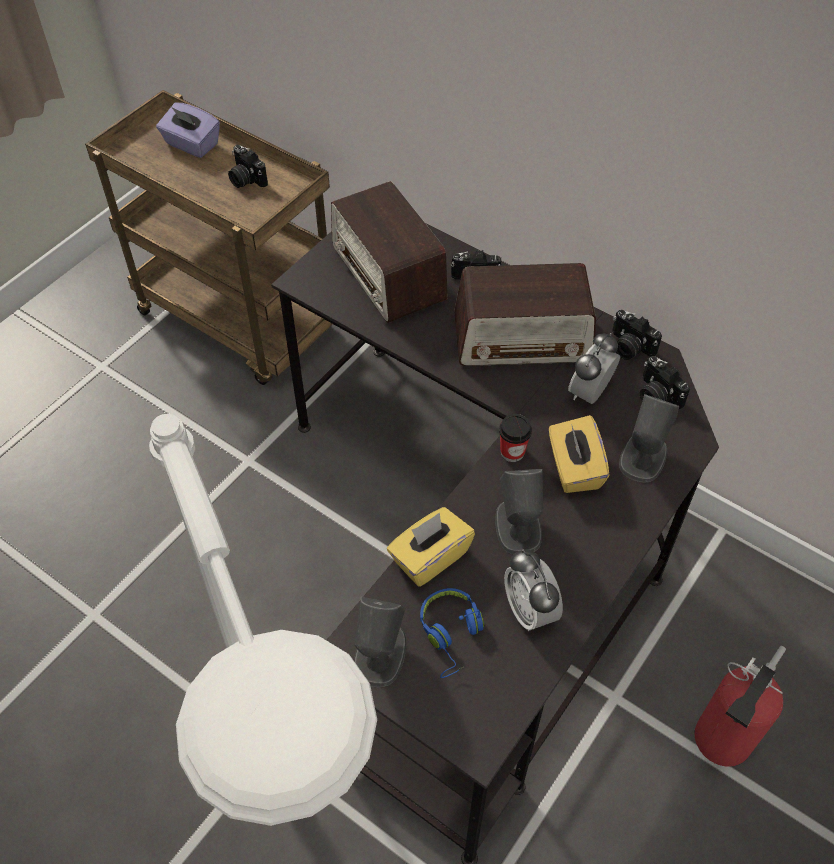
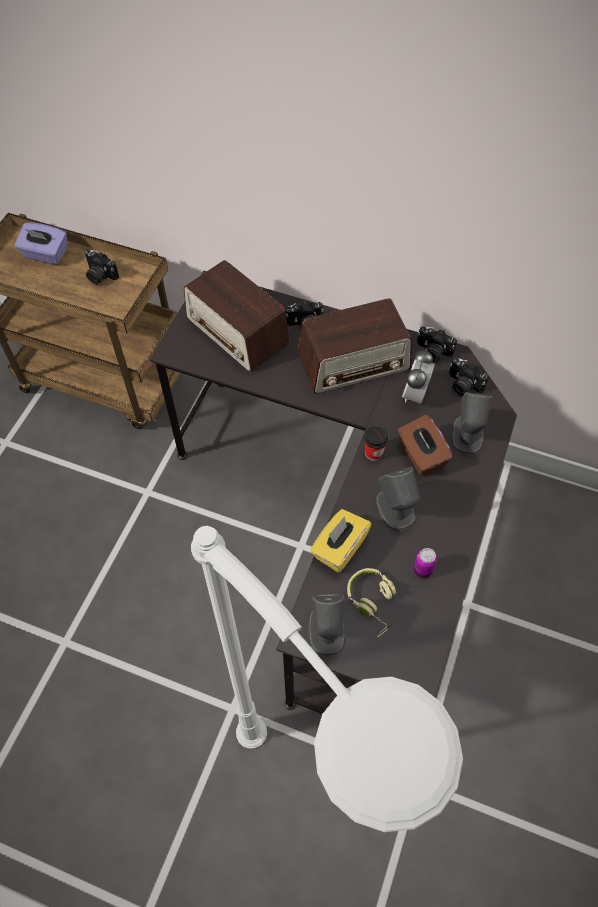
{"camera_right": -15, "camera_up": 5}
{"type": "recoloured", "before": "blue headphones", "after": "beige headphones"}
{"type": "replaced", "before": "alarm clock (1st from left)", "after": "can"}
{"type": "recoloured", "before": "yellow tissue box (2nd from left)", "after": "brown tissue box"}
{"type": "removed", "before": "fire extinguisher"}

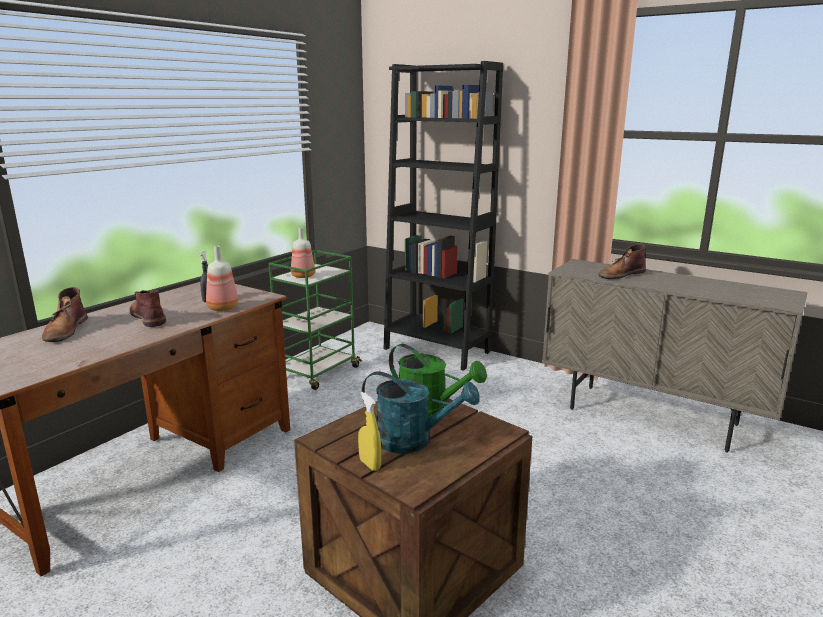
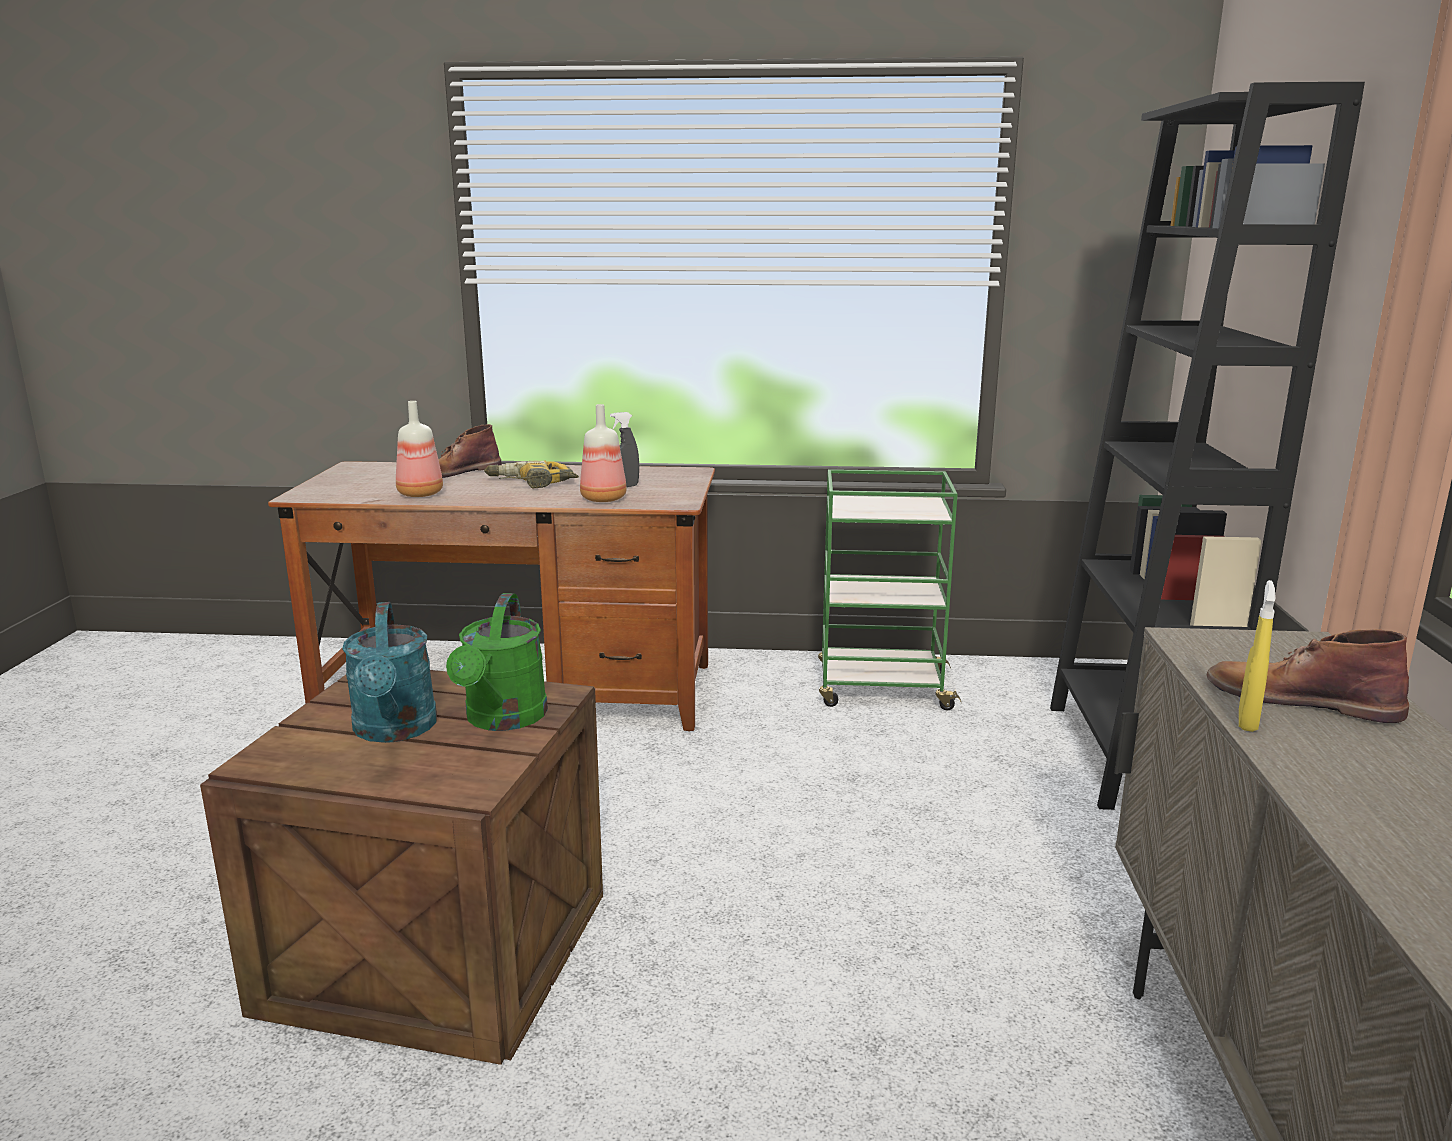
{"camera_right": 60, "camera_up": 0}
{"type": "replaced", "before": "brown boot (2nd from left)", "after": "power drill"}
{"type": "moved", "before": "bottle (2nd from left in the first image)", "after": "bottle (1st from left)"}
{"type": "moved", "before": "yellow spray bottle"}

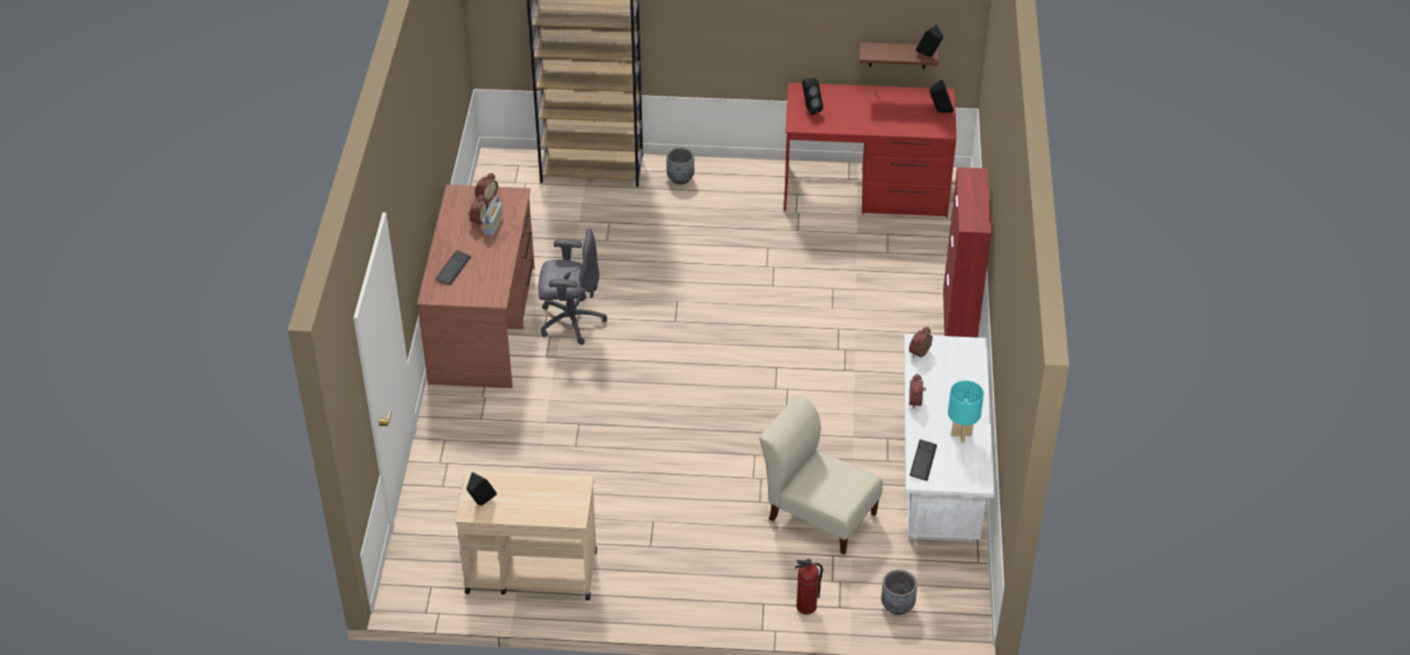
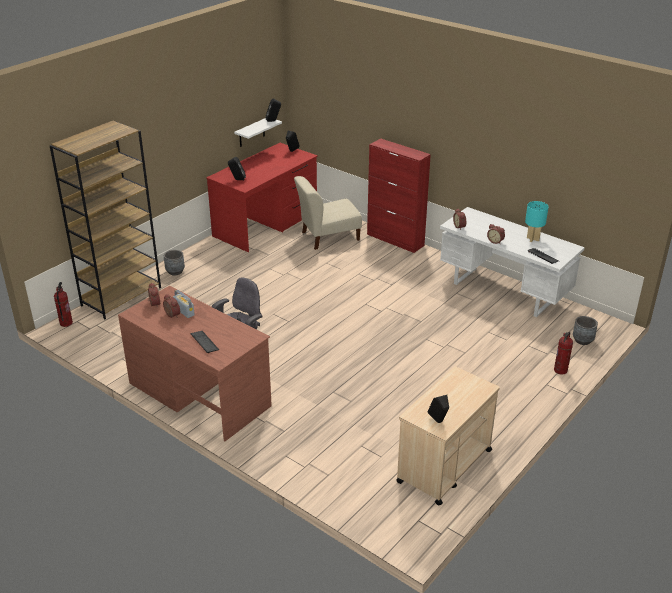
{"camera_right": -55, "camera_up": -10}
{"type": "moved", "before": "beige chair"}
{"type": "recoloured", "before": "brown shelf", "after": "white shelf"}
{"type": "added", "after": "fire extinguisher (1st from left)"}

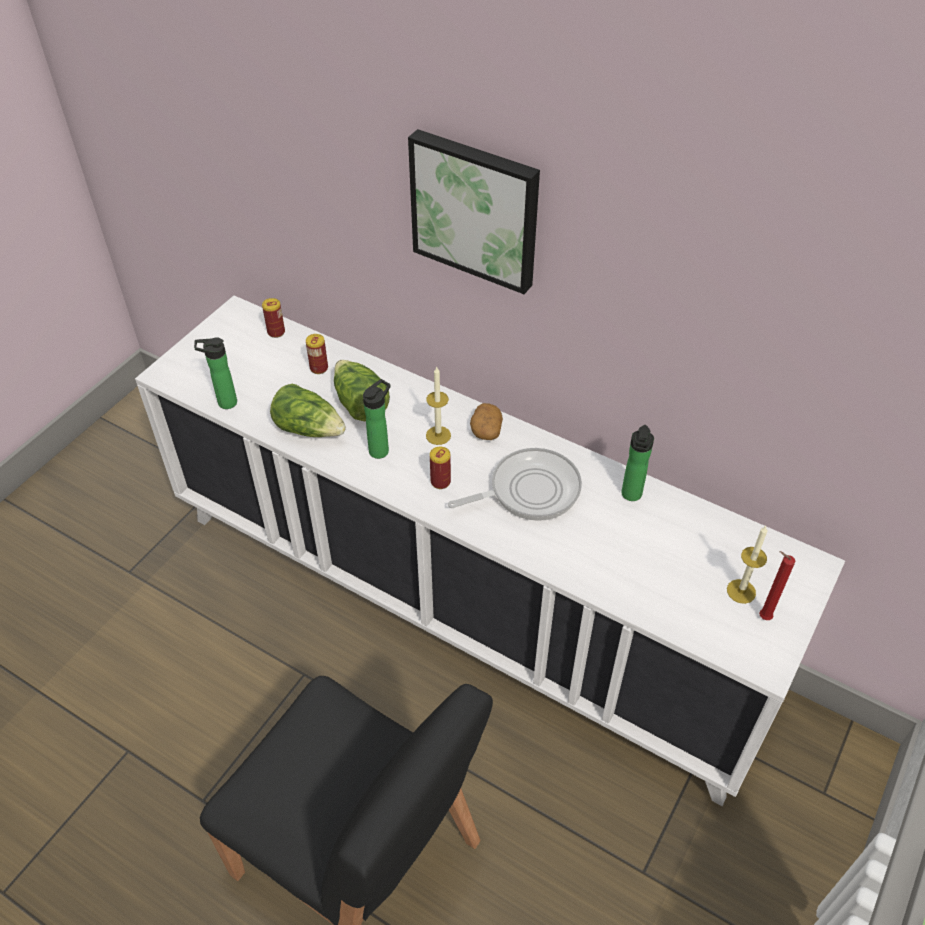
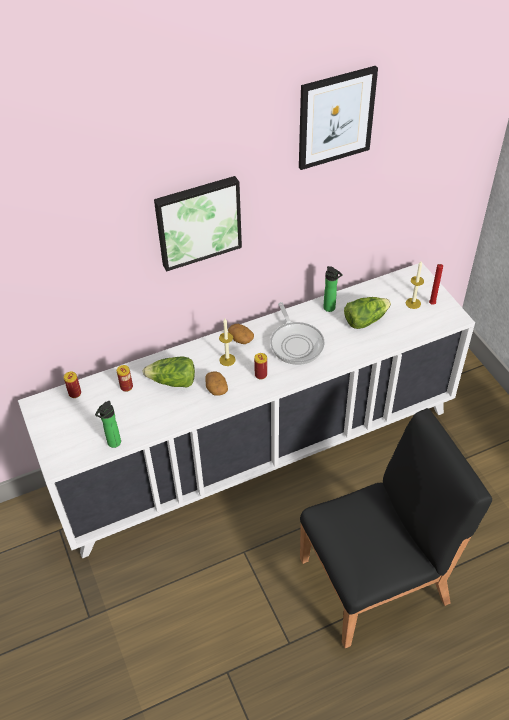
{"camera_right": -55, "camera_up": 0}
{"type": "moved", "before": "lettuce (1st from left in the first image)", "after": "lettuce (2nd from left)"}
{"type": "replaced", "before": "bottle (2nd from left)", "after": "potato (1st from left)"}
{"type": "turned", "before": "frying pan", "turn": 150}
{"type": "added", "after": "picture (2nd from left)"}

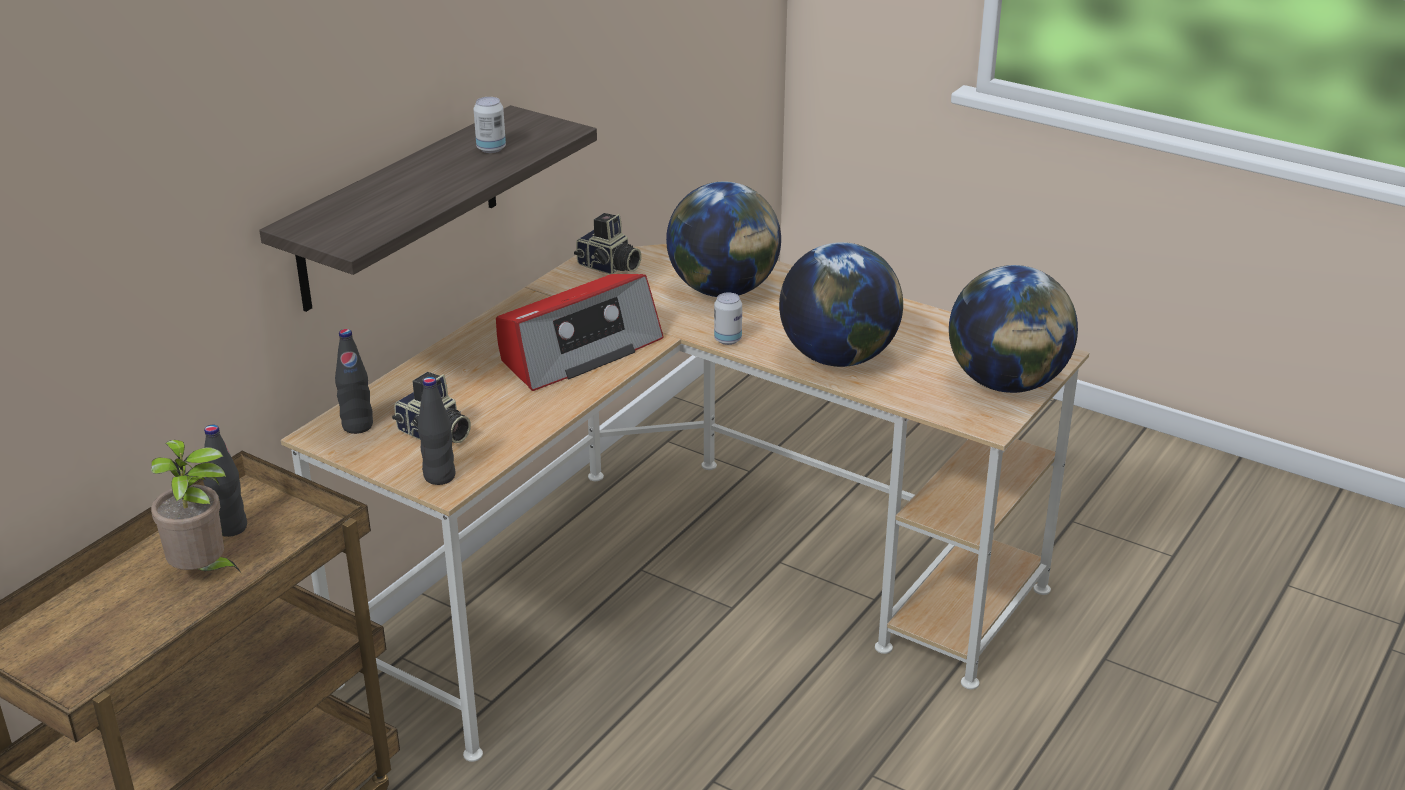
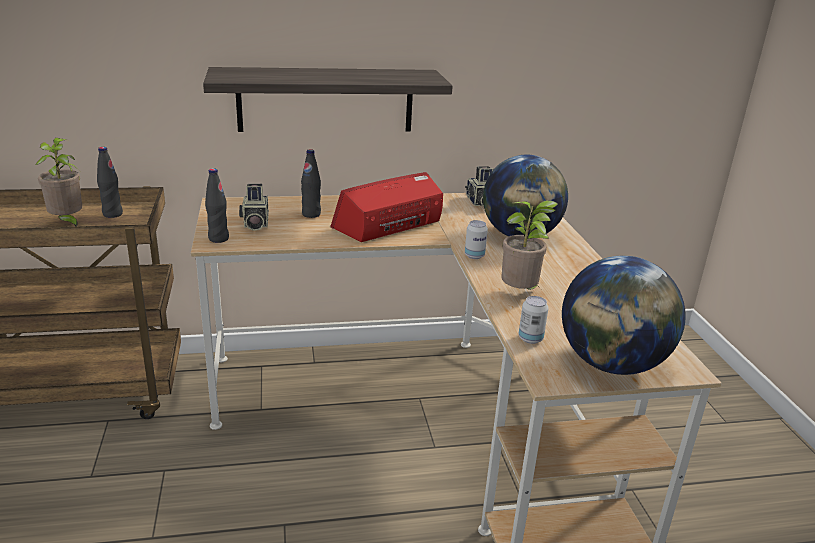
{"camera_right": 45, "camera_up": -5}
{"type": "moved", "before": "black bottle (2nd from left in the first image)", "after": "black bottle (3rd from left)"}
{"type": "moved", "before": "can (1st from left in the first image)", "after": "can (2nd from left)"}
{"type": "turned", "before": "radio", "turn": 135}
{"type": "replaced", "before": "globe (2nd from left)", "after": "potted plant (2nd from left)"}

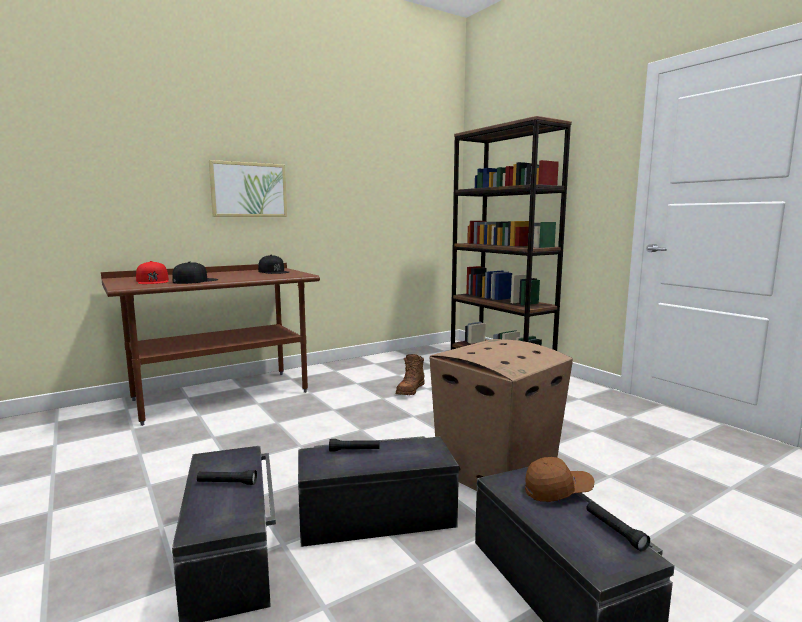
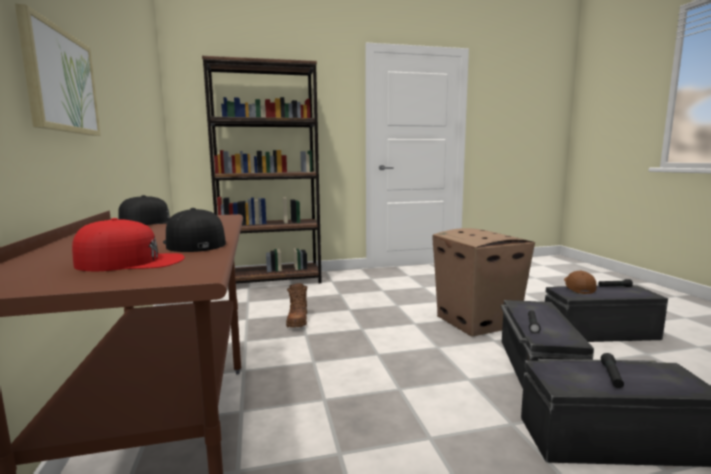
{"camera_right": -70, "camera_up": 0}
{"type": "turned", "before": "brown boot", "turn": 45}

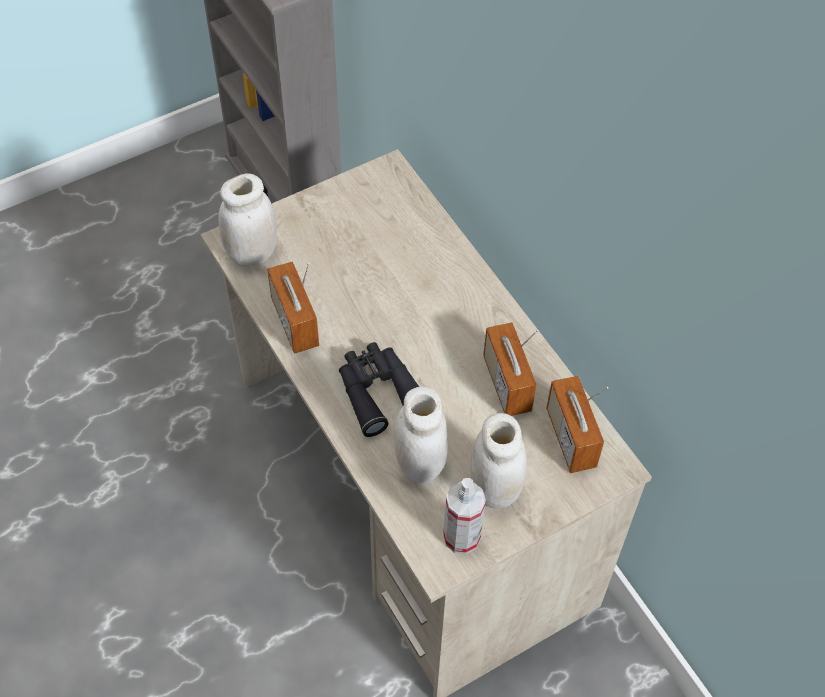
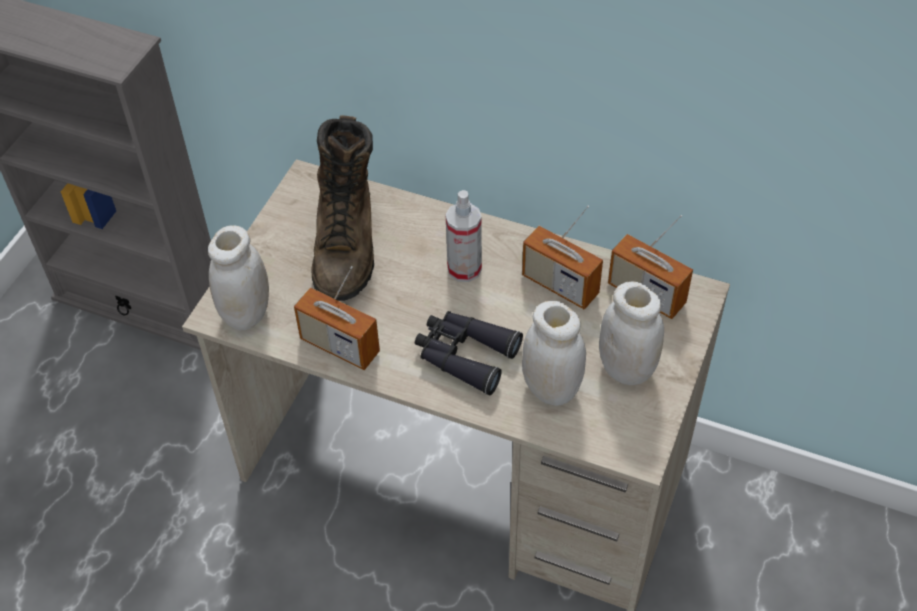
{"camera_right": -35, "camera_up": -5}
{"type": "moved", "before": "spray bottle"}
{"type": "added", "after": "brown boot"}

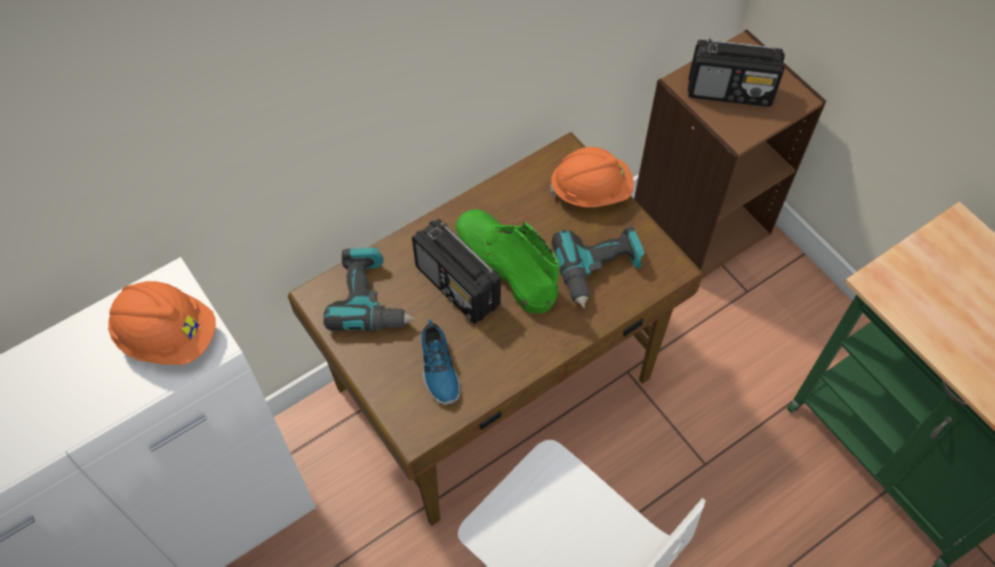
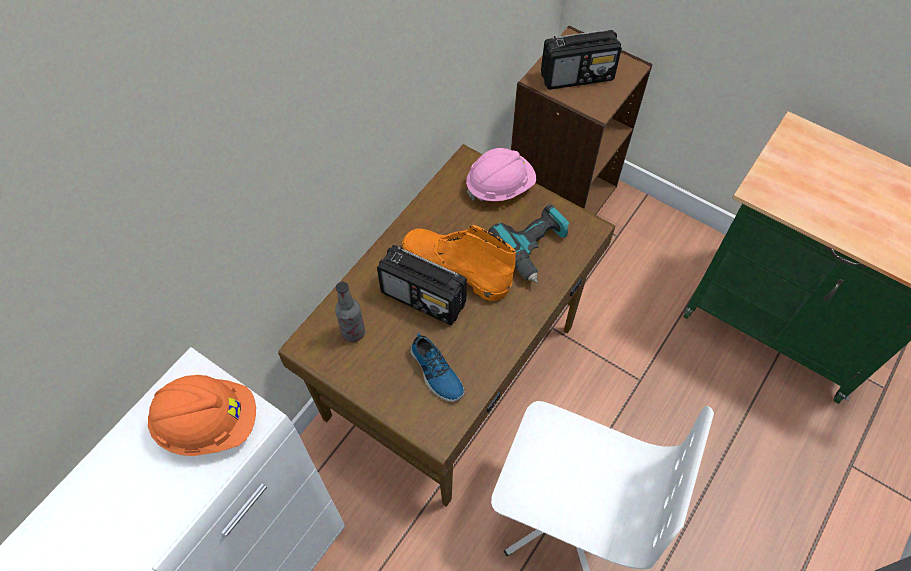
{"camera_right": -20, "camera_up": 0}
{"type": "replaced", "before": "power drill (1st from left)", "after": "bottle"}
{"type": "recoloured", "before": "green boot", "after": "orange boot"}
{"type": "recoloured", "before": "orange hard hat (2nd from left)", "after": "pink hard hat"}

